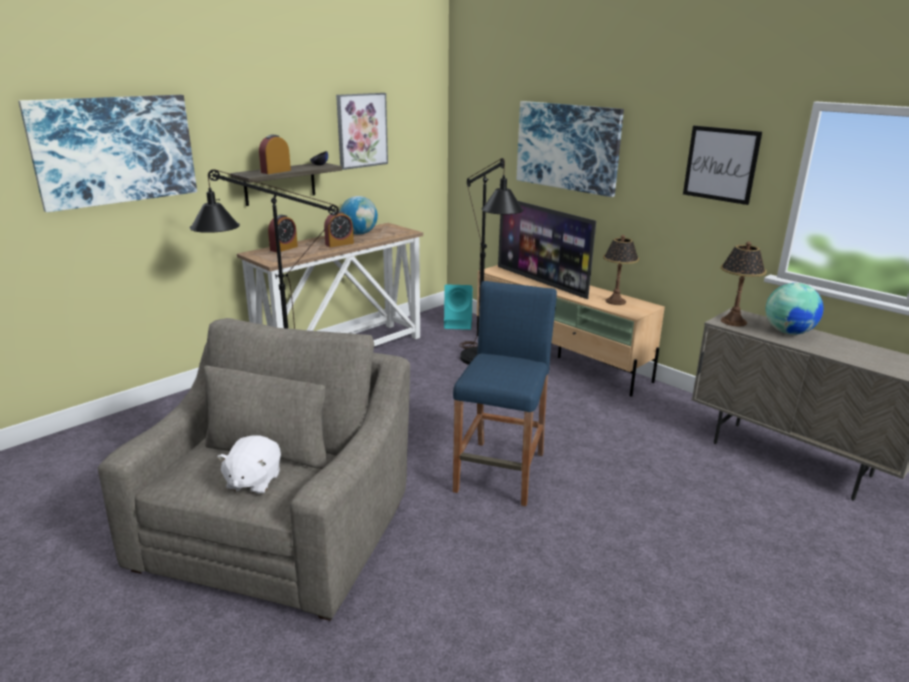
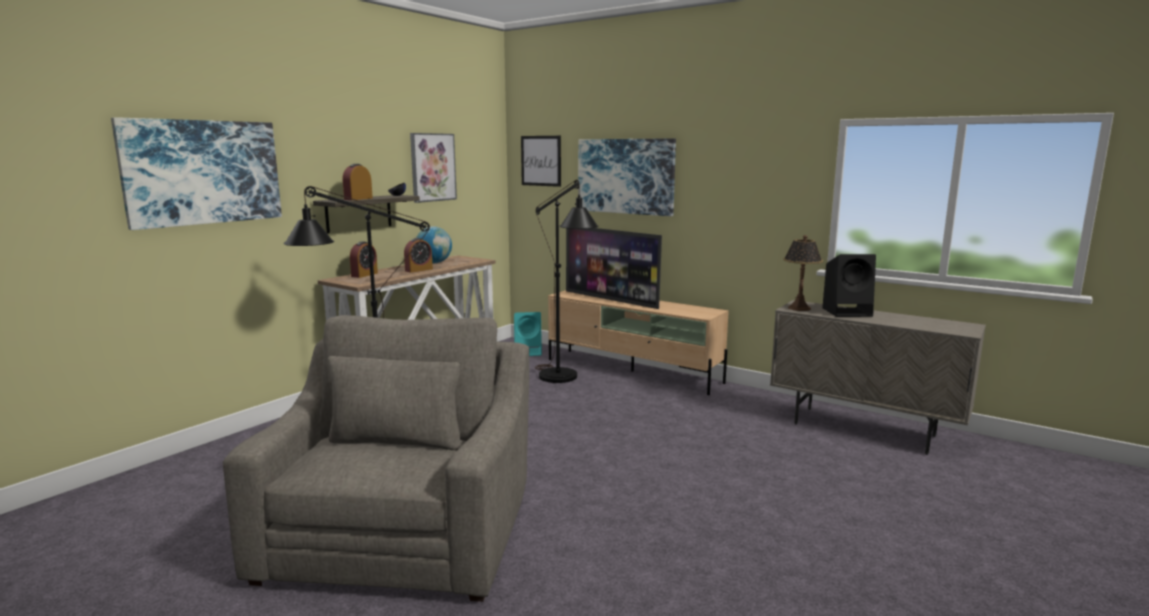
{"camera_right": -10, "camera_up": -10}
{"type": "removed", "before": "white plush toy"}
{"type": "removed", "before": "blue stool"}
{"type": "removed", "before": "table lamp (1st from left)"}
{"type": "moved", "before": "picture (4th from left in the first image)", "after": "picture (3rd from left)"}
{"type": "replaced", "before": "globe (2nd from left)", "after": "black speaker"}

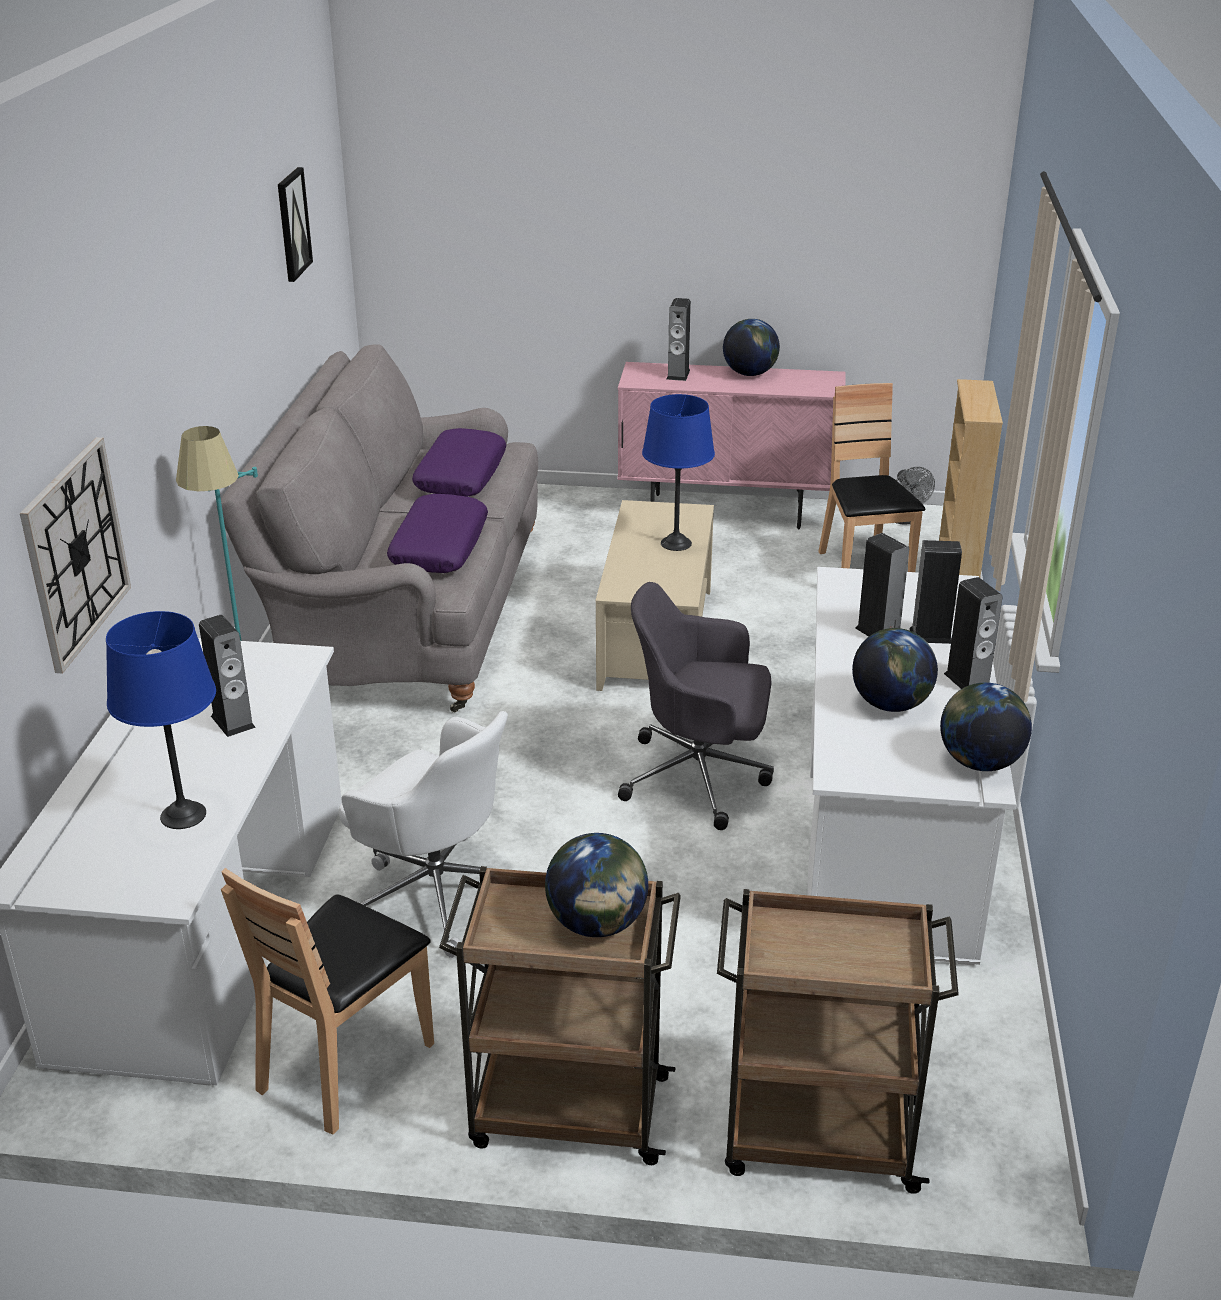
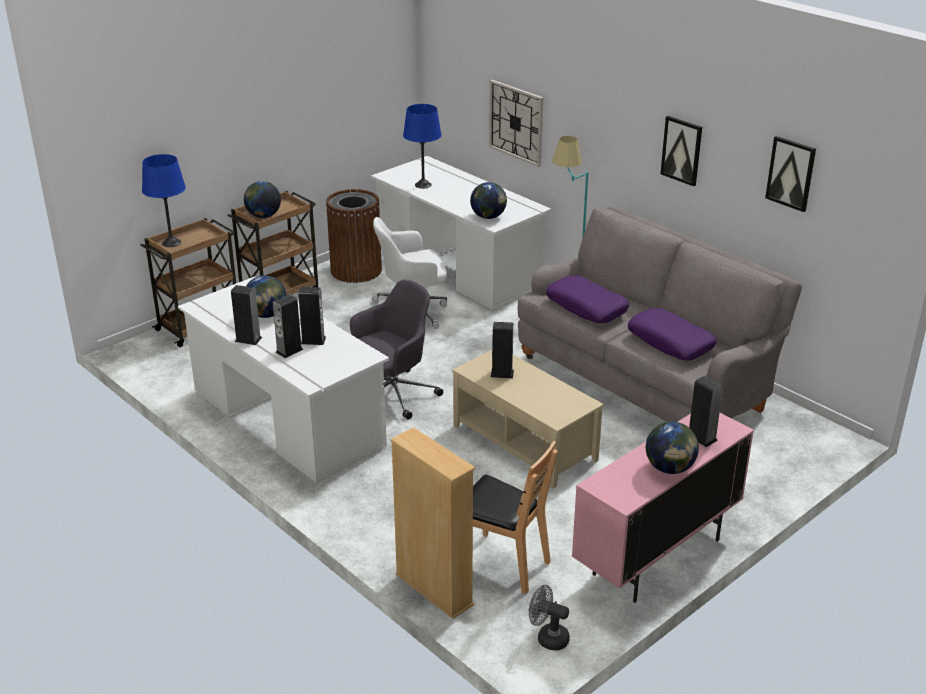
{"camera_right": 130, "camera_up": 0}
{"type": "moved", "before": "speaker (1st from left in the first image)", "after": "speaker (4th from left)"}
{"type": "replaced", "before": "brown chair (1st from left)", "after": "brown trash can"}
{"type": "moved", "before": "blue table lamp (2nd from left in the first image)", "after": "blue table lamp (1st from left)"}
{"type": "moved", "before": "globe (4th from left in the first image)", "after": "globe (3rd from left)"}
{"type": "added", "after": "picture (1st from left)"}

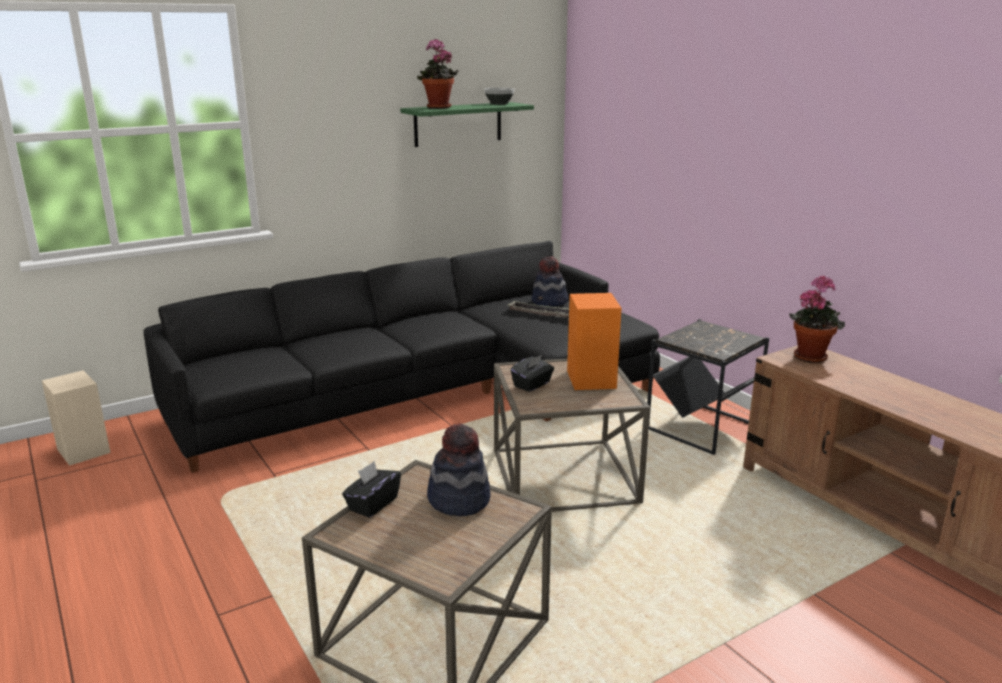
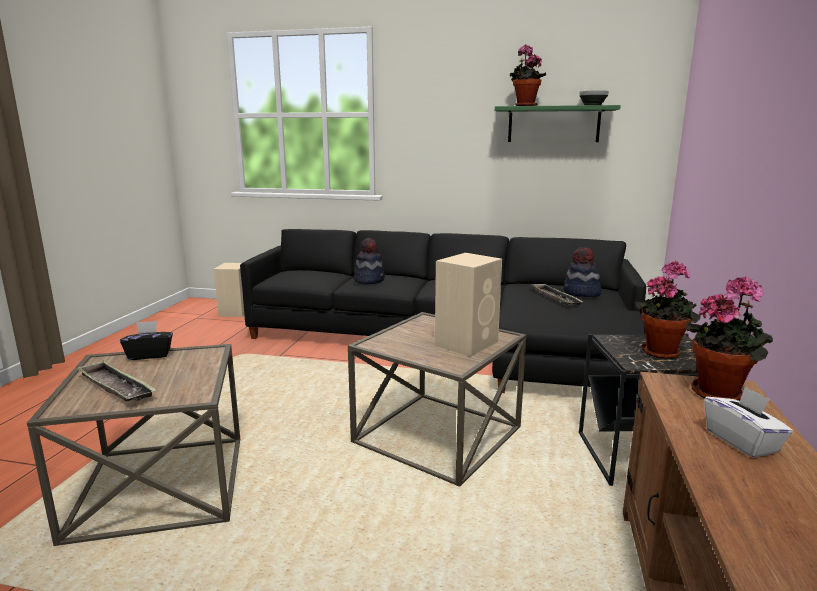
{"camera_right": 45, "camera_up": -5}
{"type": "moved", "before": "hat (1st from left)"}
{"type": "removed", "before": "black tissue box (2nd from left)"}
{"type": "recoloured", "before": "orange speaker", "after": "beige speaker (2nd from left)"}
{"type": "added", "after": "tray (1st from left)"}
{"type": "added", "after": "potted plant (2nd from left)"}
{"type": "added", "after": "white tissue box"}

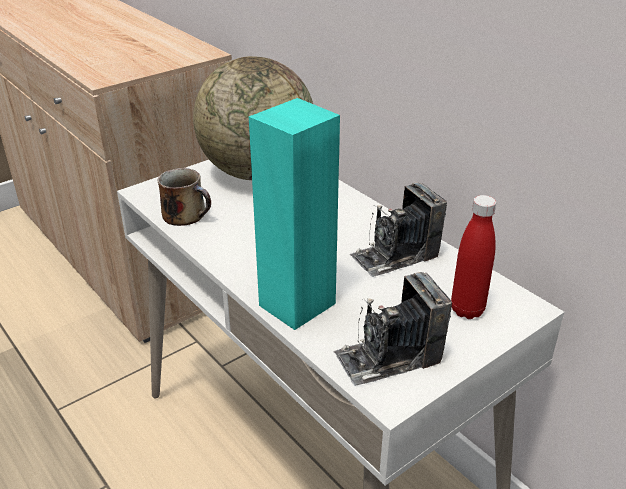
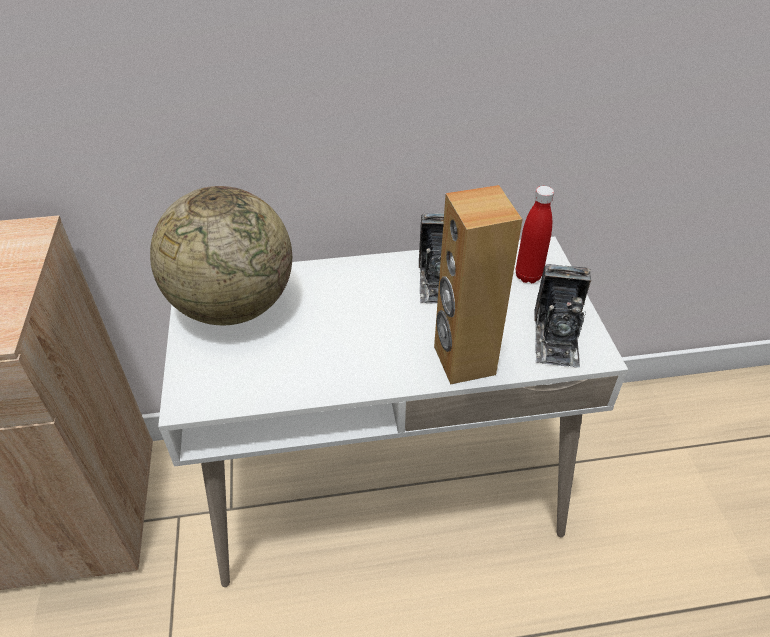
{"camera_right": -60, "camera_up": 10}
{"type": "removed", "before": "mug"}
{"type": "recoloured", "before": "turquoise speaker", "after": "brown speaker"}

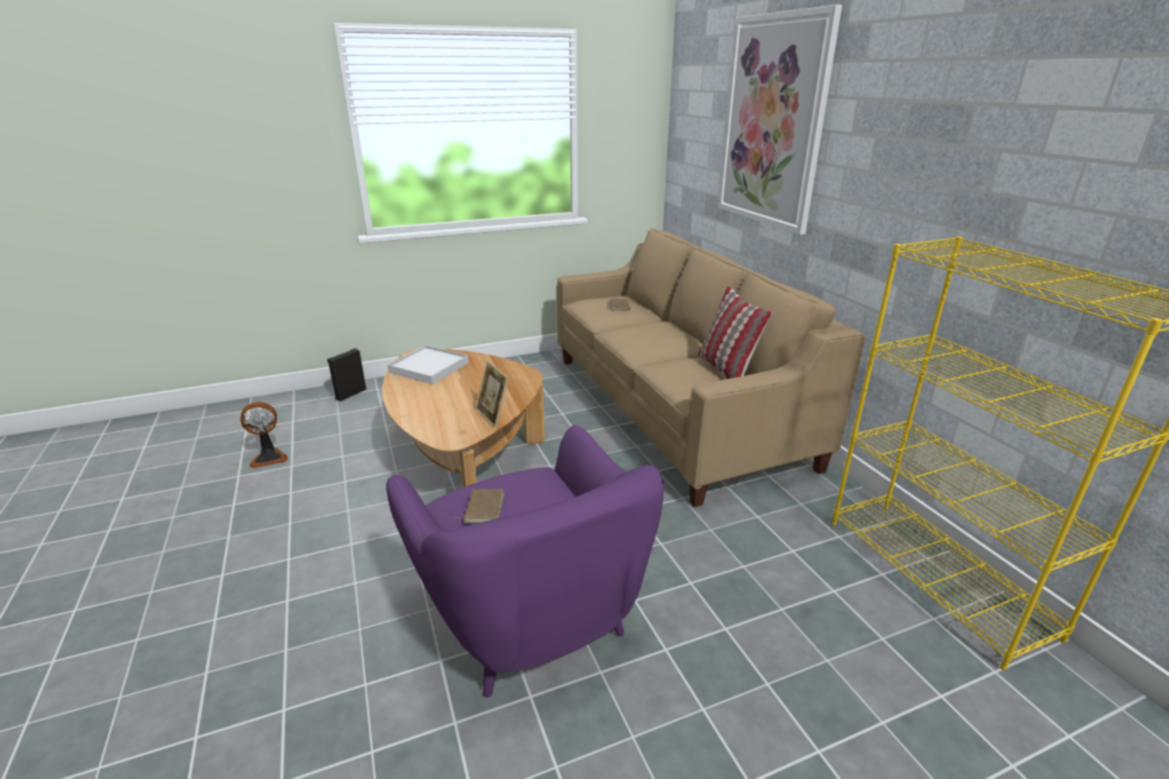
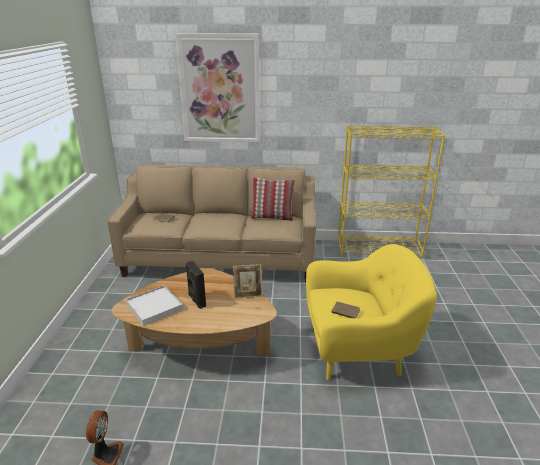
{"camera_right": -65, "camera_up": 0}
{"type": "moved", "before": "black speaker"}
{"type": "recoloured", "before": "purple armchair", "after": "yellow armchair"}

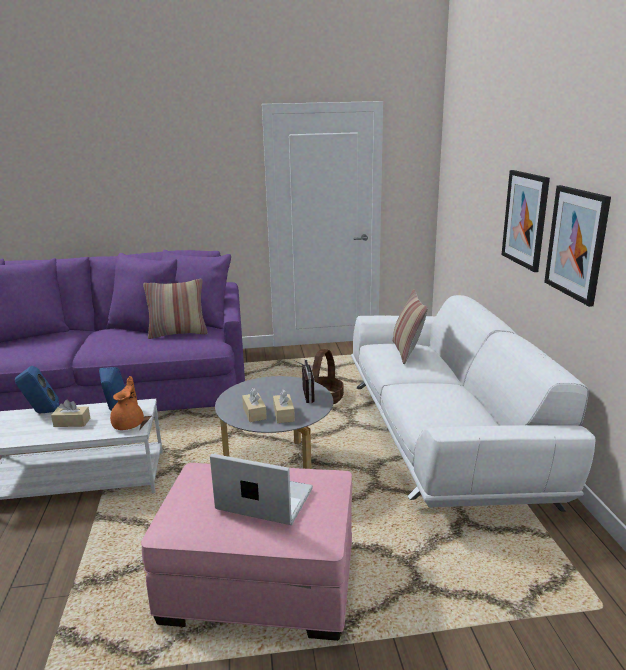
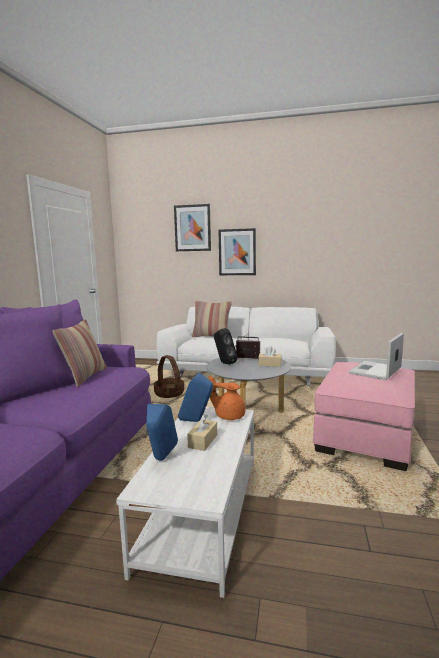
{"camera_right": -70, "camera_up": -10}
{"type": "removed", "before": "beige tissue box (2nd from left)"}
{"type": "moved", "before": "picture (2nd from left in the first image)", "after": "picture (1st from left)"}
{"type": "added", "after": "black speaker"}

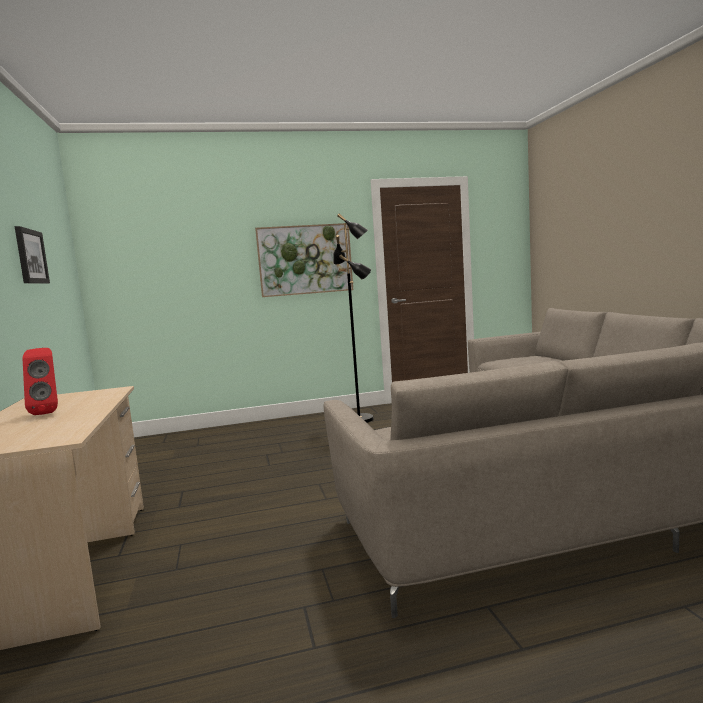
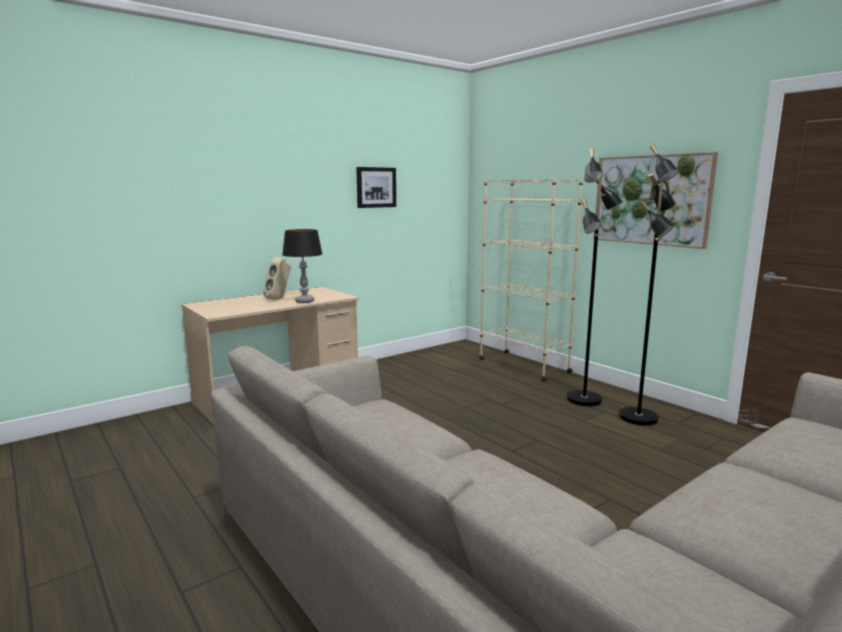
{"camera_right": 65, "camera_up": 5}
{"type": "recoloured", "before": "red speaker", "after": "beige speaker"}
{"type": "added", "after": "table lamp"}
{"type": "added", "after": "beige bookcase"}
{"type": "added", "after": "black floor lamp (1st from left)"}

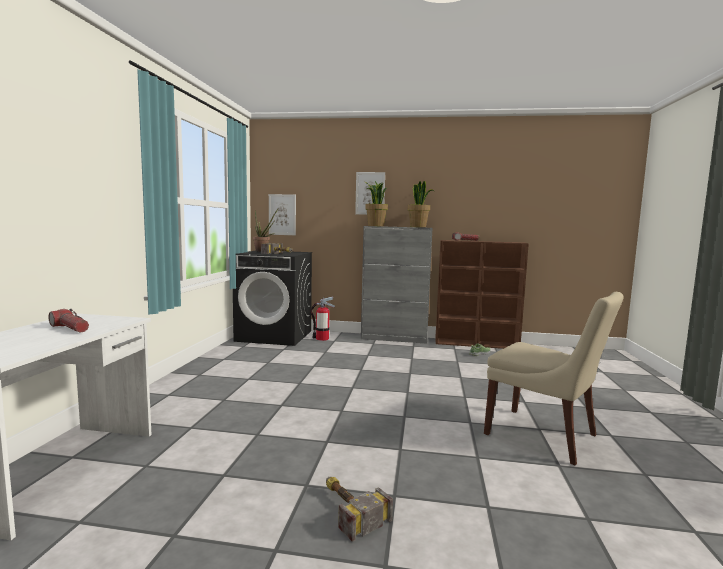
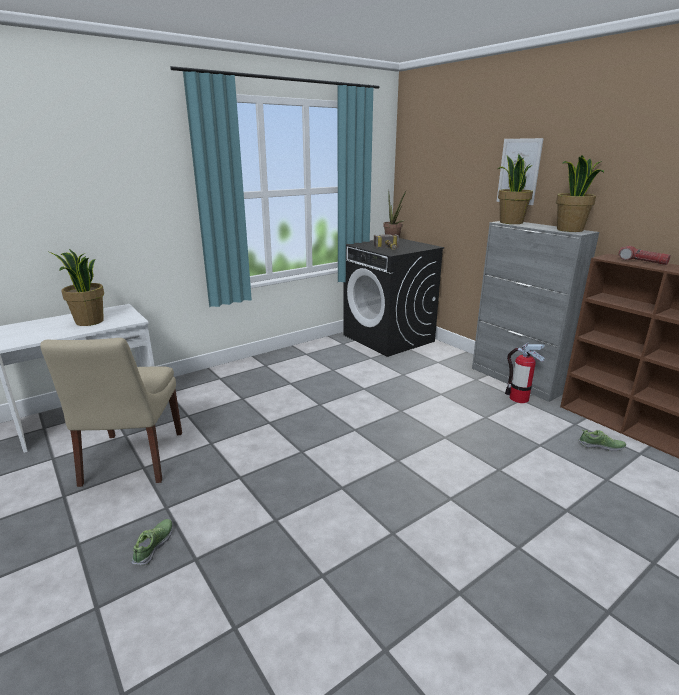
{"camera_right": 45, "camera_up": 15}
{"type": "replaced", "before": "flashlight (1st from left)", "after": "potted plant (1st from left)"}
{"type": "removed", "before": "picture (1st from left)"}
{"type": "moved", "before": "fire extinguisher"}
{"type": "replaced", "before": "hammer (2nd from left)", "after": "shoe (1st from left)"}
{"type": "moved", "before": "beige chair"}

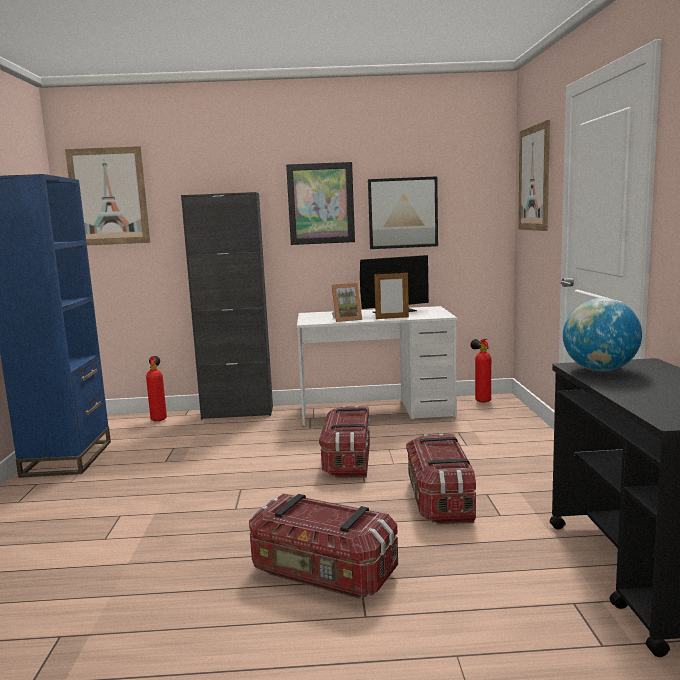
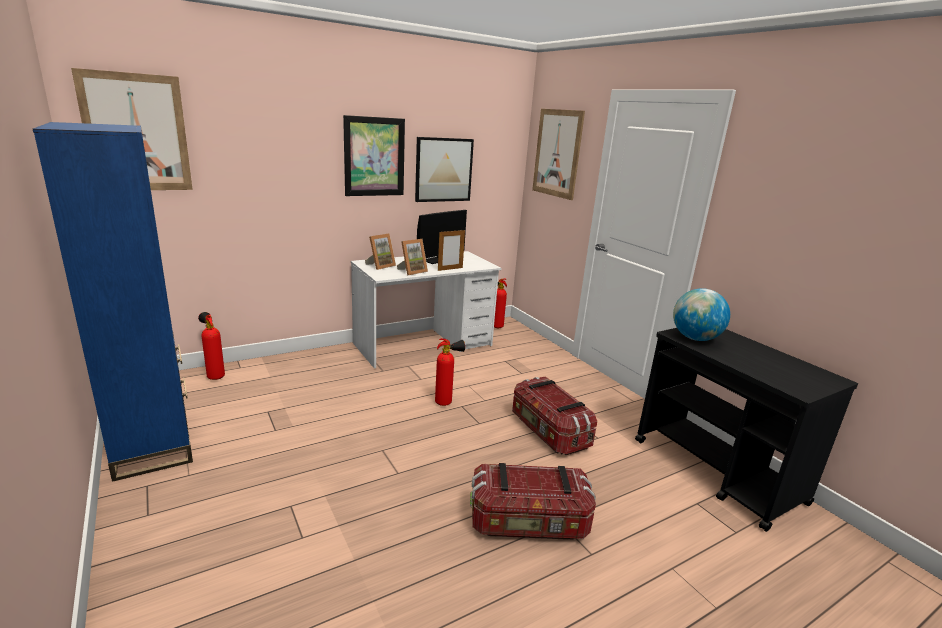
{"camera_right": -30, "camera_up": 10}
{"type": "removed", "before": "black cabinet"}
{"type": "replaced", "before": "storage box (2nd from left)", "after": "fire extinguisher (2nd from left)"}
{"type": "added", "after": "picture frame (1st from left)"}

